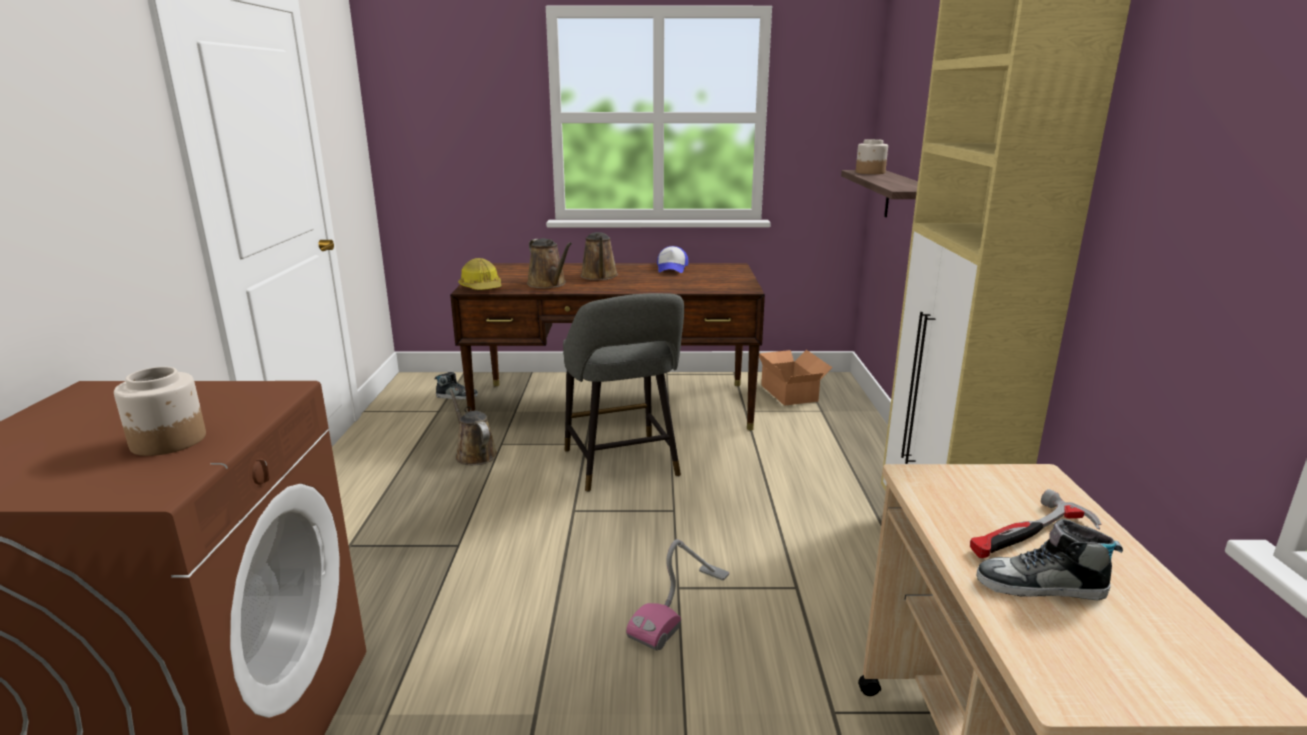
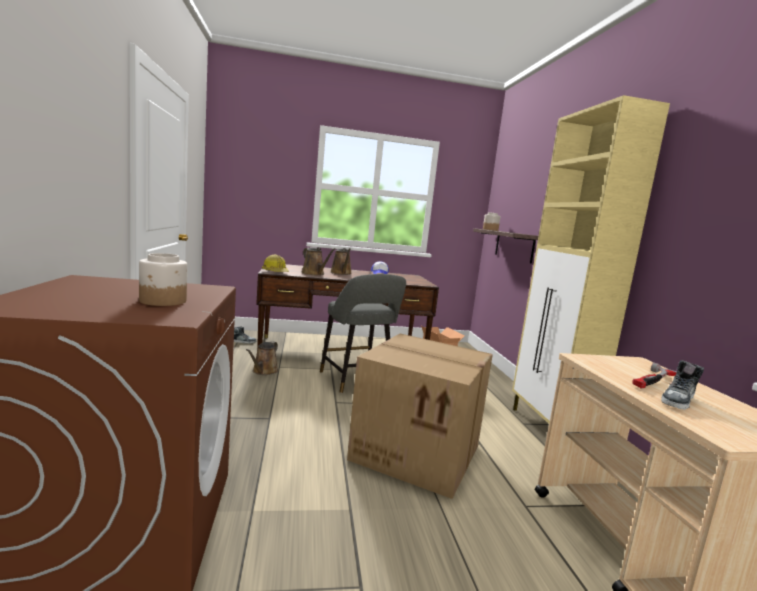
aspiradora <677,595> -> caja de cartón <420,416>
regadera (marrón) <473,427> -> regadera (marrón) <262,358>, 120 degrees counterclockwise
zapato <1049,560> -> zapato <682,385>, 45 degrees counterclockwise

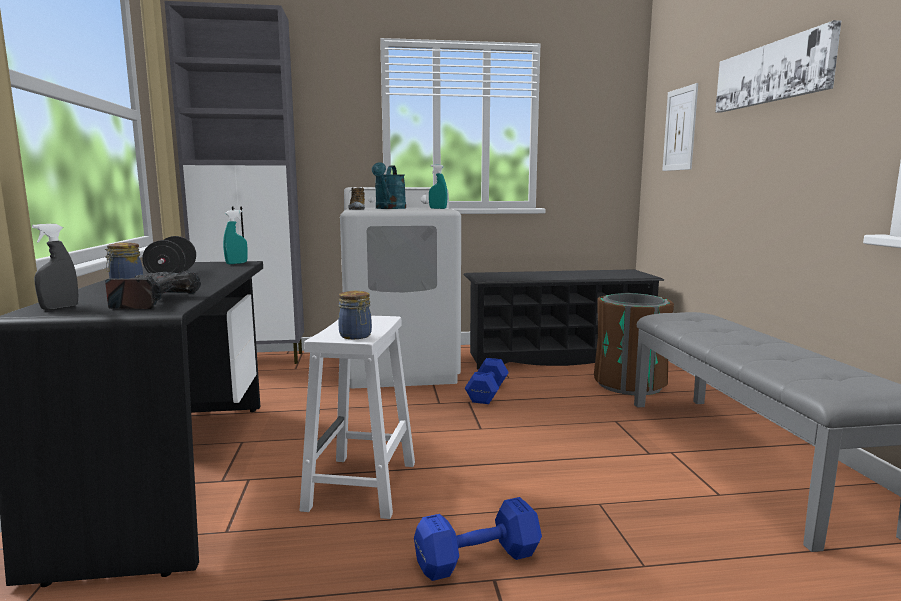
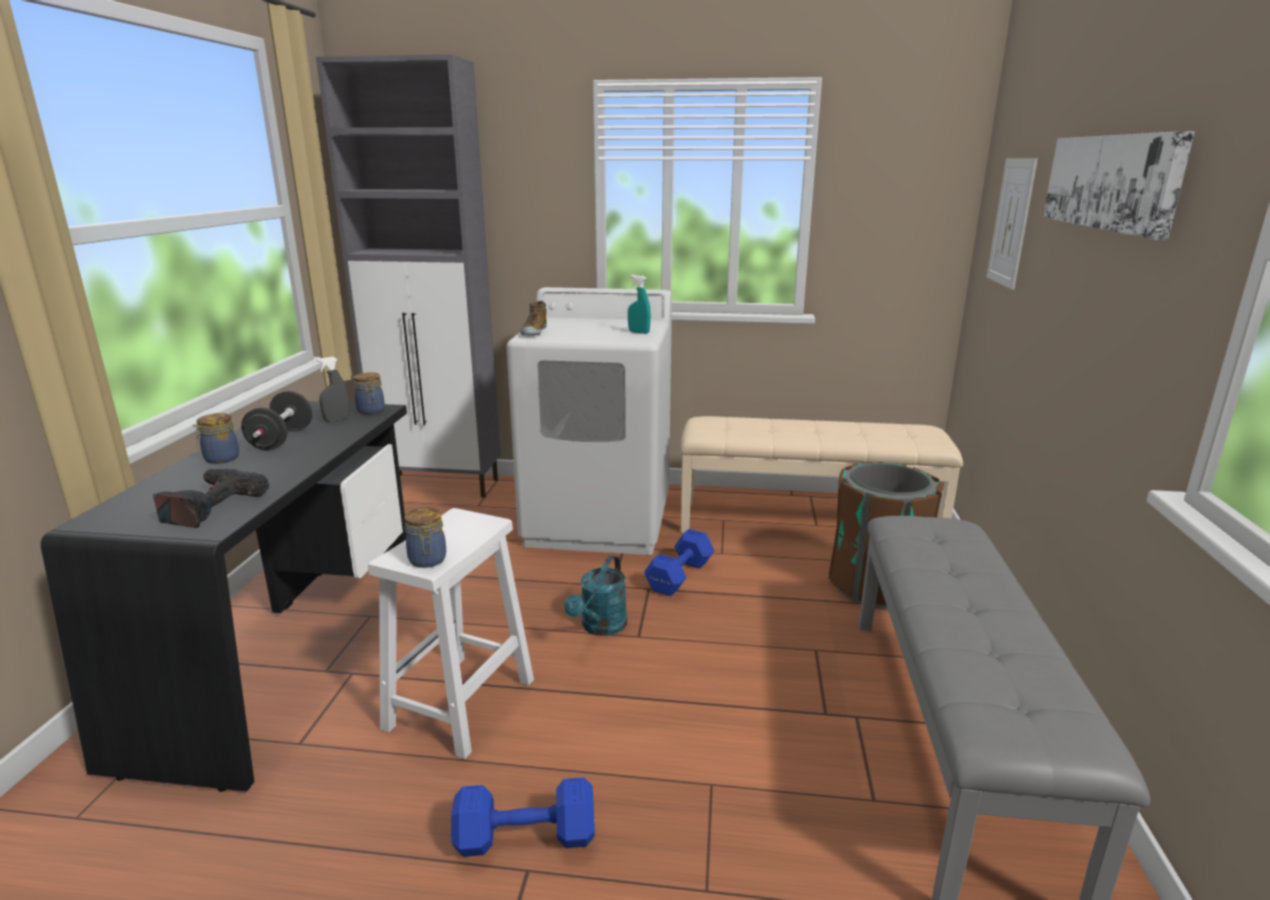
pulverizador (gris) <55,267> -> pulverizador (gris) <333,389>, shifted
regadera (turquesa) <389,185> -> regadera (turquesa) <595,595>, shifted
pulverizador (turquesa) <235,237> -> tarro <369,393>
zapatero (negro) <564,319> -> banco (beis) <822,474>

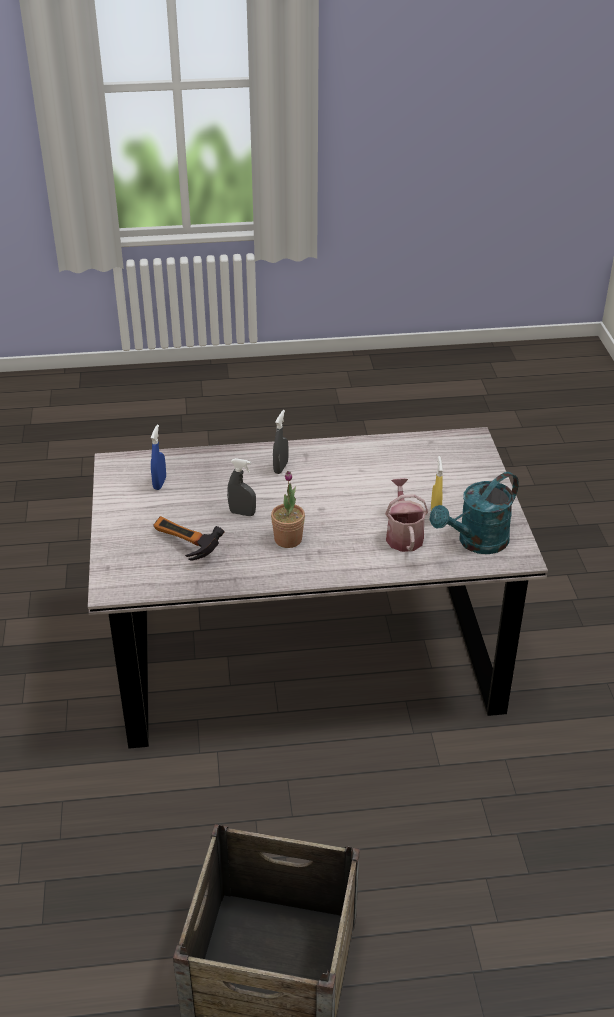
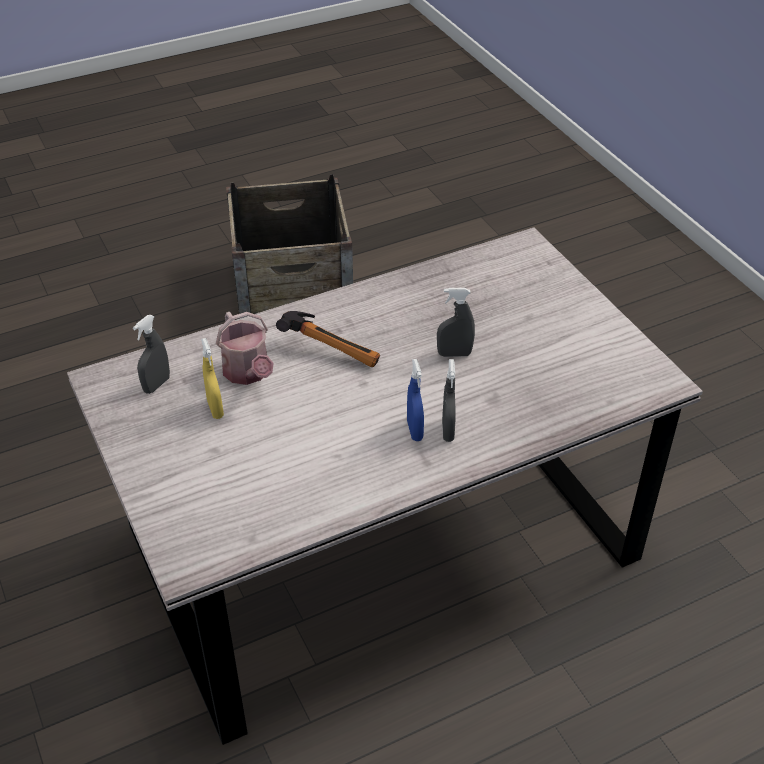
planta en maceta <288,509> -> none
pulverizador (azul) <158,457> -> pulverizador (azul) <415,400>, shifted
martillo <189,538> -> martillo <328,339>, shifted
regadera (turquesa) <474,513> -> pulverizador (gris) <151,354>

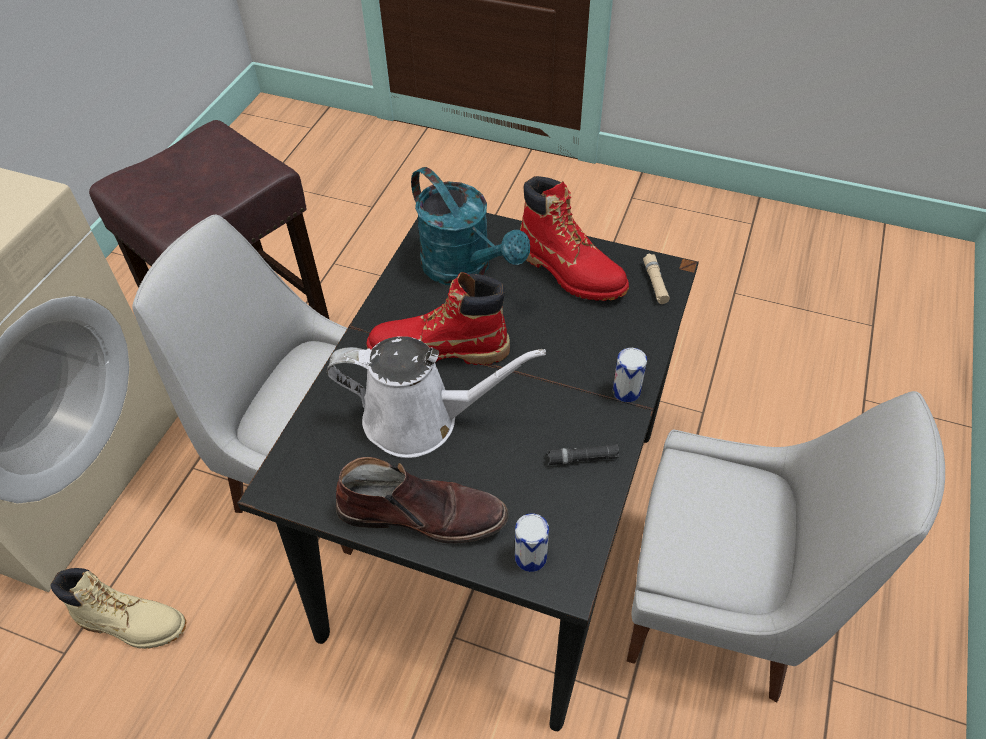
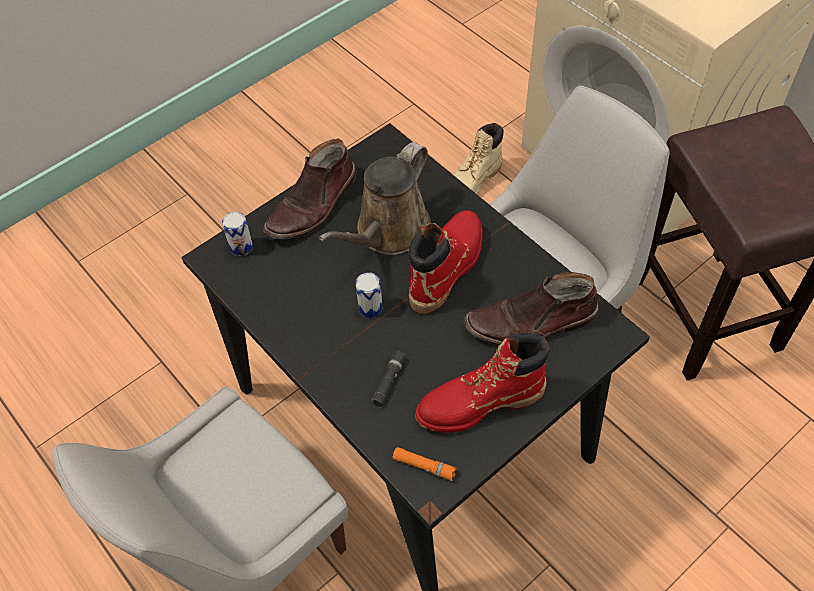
linterna (negro) <583,454> -> linterna (negro) <388,378>, shifted
lata <630,375> -> lata <369,295>, shifted
regadera (turquesa) <470,226> -> bota (marrón) <531,309>
regadera (blanco) <436,397> -> regadera (marrón) <375,198>
linterna (beis) <656,279> -> linterna (naranja) <424,464>

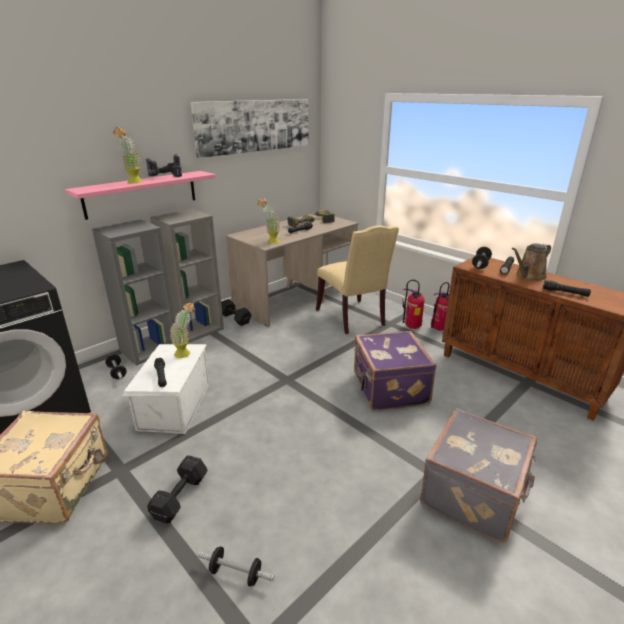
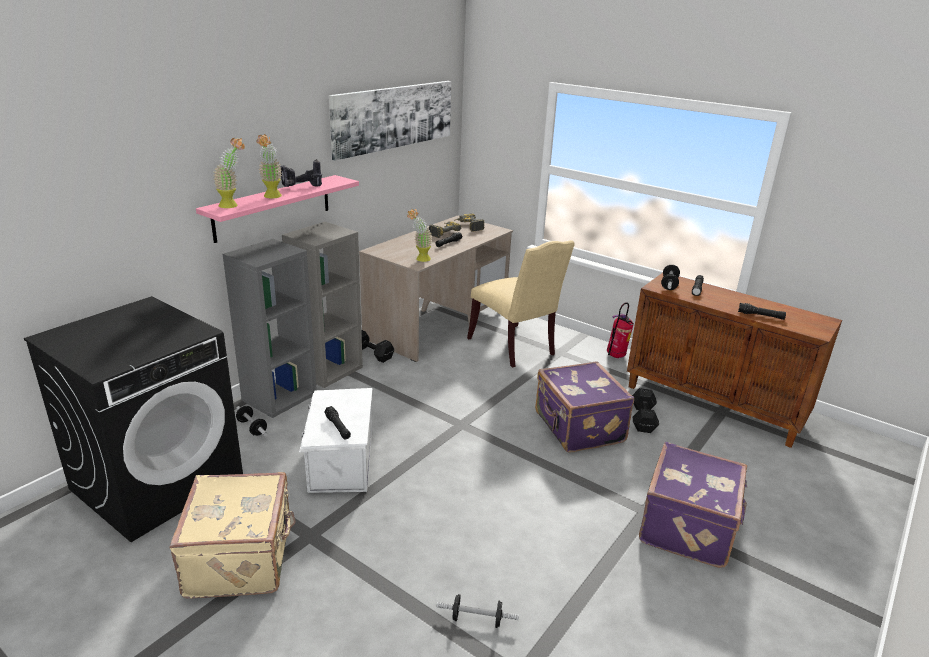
extintor <413,304> -> none
regadera (marrón) <531,261> -> none
mancuerna (negro) <177,489> -> mancuerna (negro) <645,410>, shifted
planta en maceta <182,330> -> planta en maceta <229,173>, shifted
maleta (gris) <478,475> -> maleta (morado) <693,505>

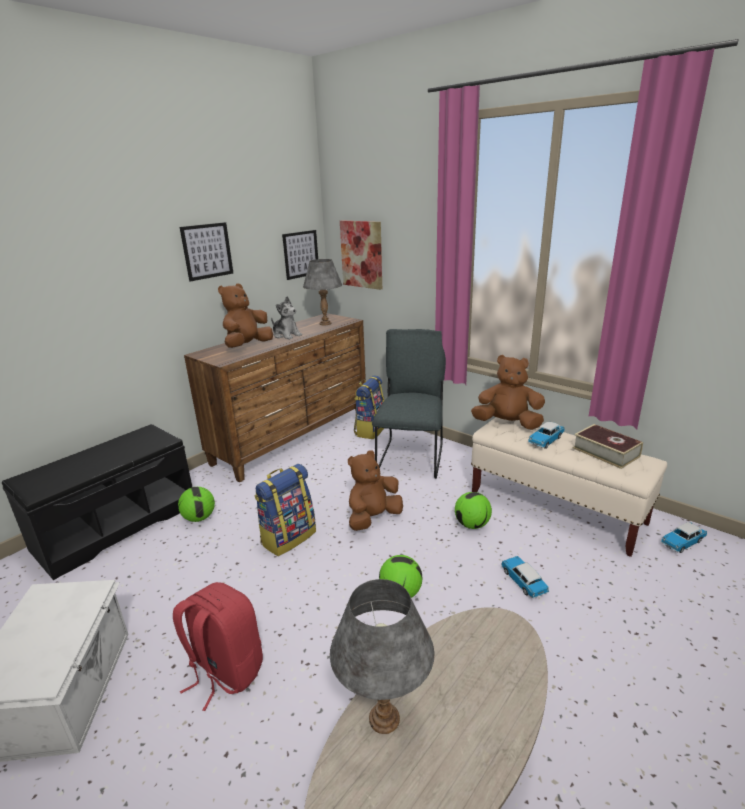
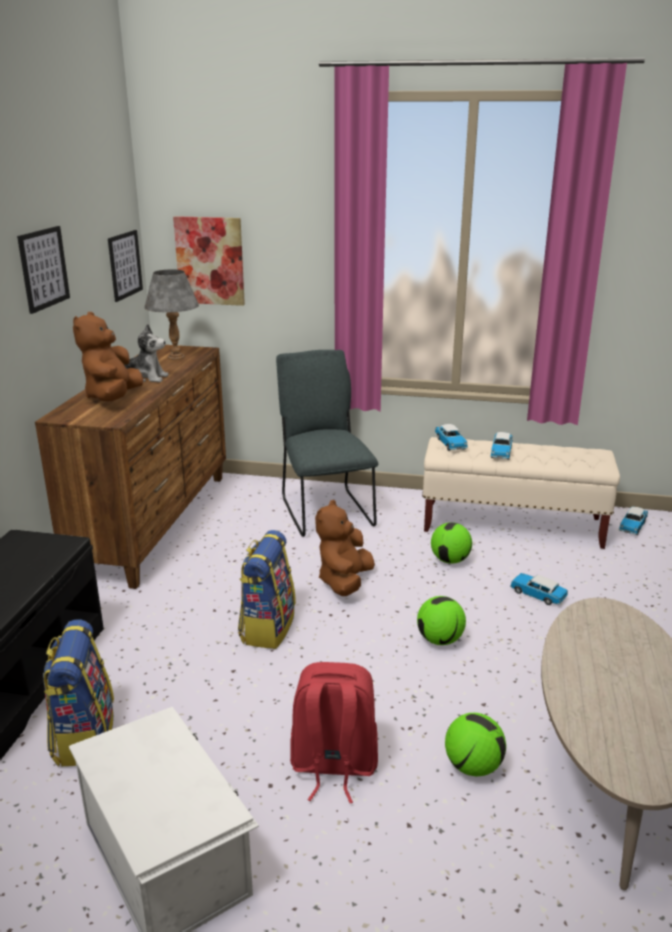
lámpara de mesa (gris) <382,656> -> none
libro <608,446> -> none
balón de fútbol <196,504> -> balón de fútbol <475,745>, shifted
mochila <369,407> -> mochila <78,693>, shifted
peluche (marrón) <508,392> -> coche de juguete <451,437>

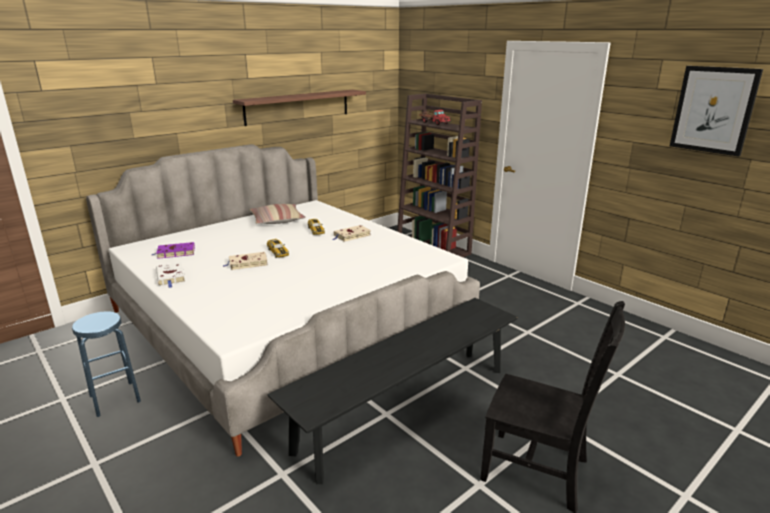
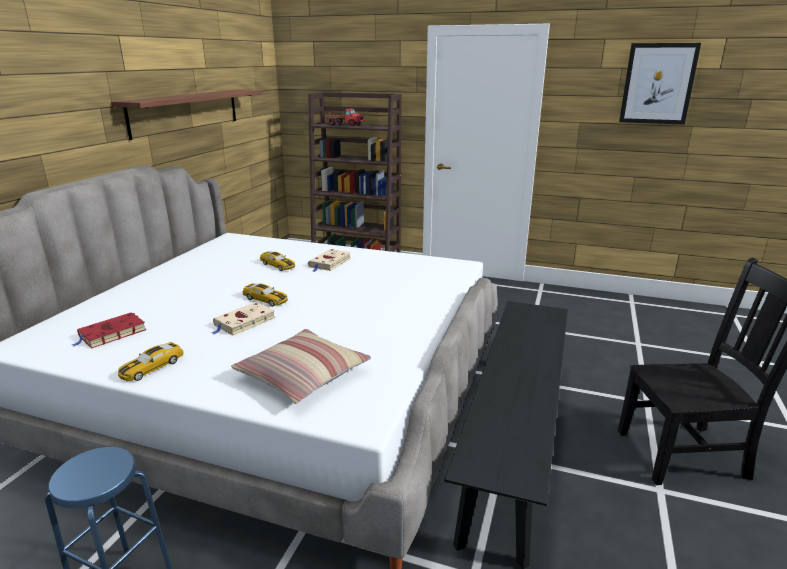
cojín <277,214> -> cojín <301,366>, shifted
libro (blanco) <170,275> -> coche de juguete <151,361>
libro (morado) <173,250> -> libro (rojo) <109,330>

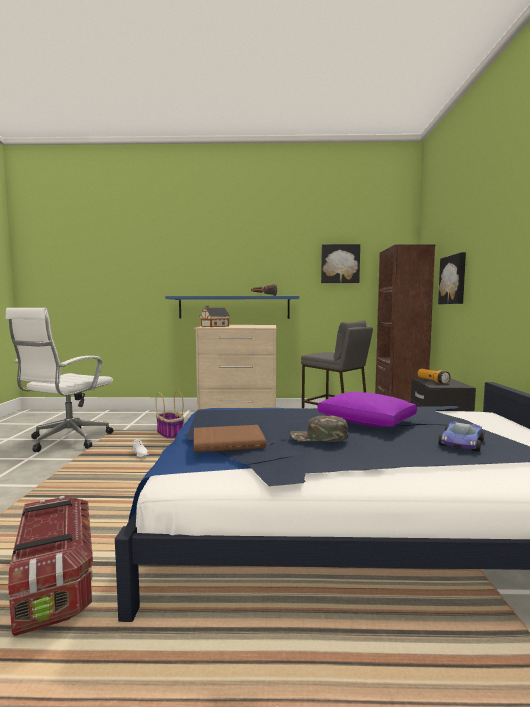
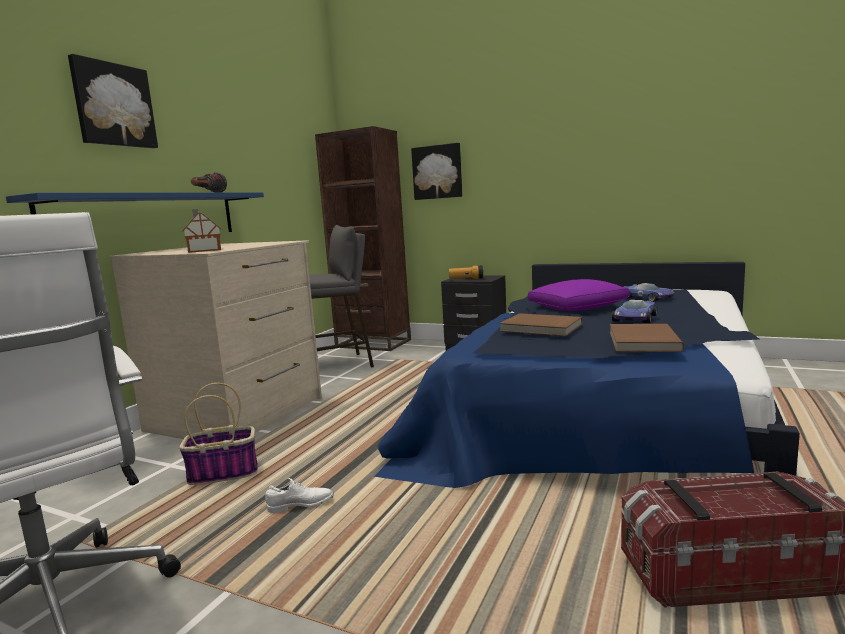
none -> libro (marrón) <540,324>
cuadro <340,263> -> cuadro <113,101>, shifted
gorra (verde) <319,428> -> coche de juguete <634,311>

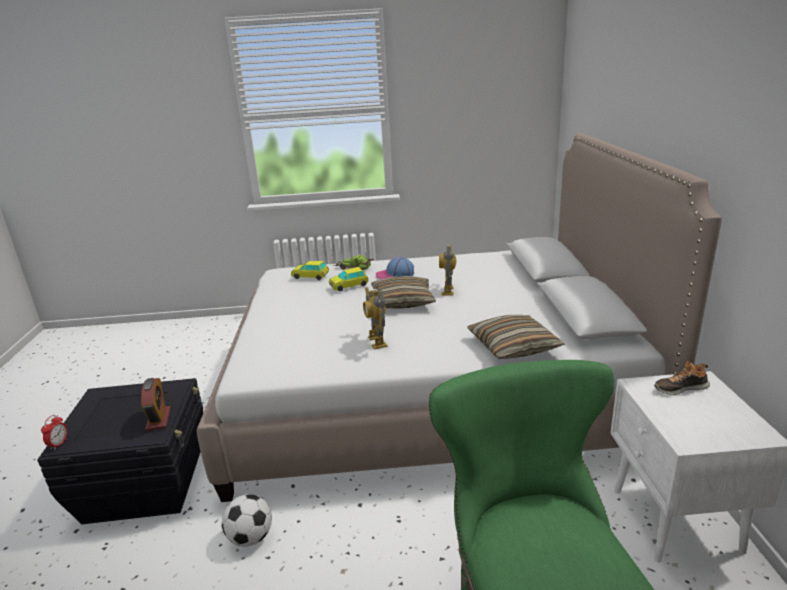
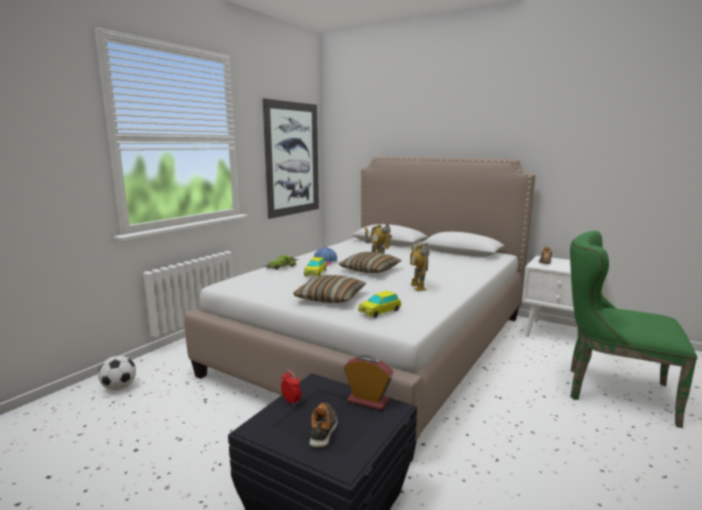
none -> cuadro <291,158>
none -> zapato <323,425>
despertador <54,432> -> despertador <291,388>, shifted
balón de fútbol <247,520> -> balón de fútbol <117,372>, shifted
coche de juguete <310,270> -> coche de juguete <379,304>, shifted
cojín <516,337> -> cojín <329,289>, shifted
robot de juguete <375,318> -> robot de juguete <419,267>, 60 degrees clockwise

